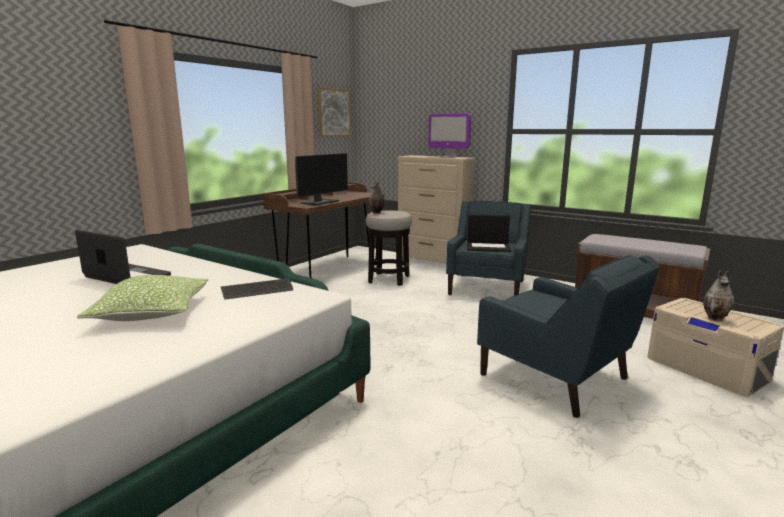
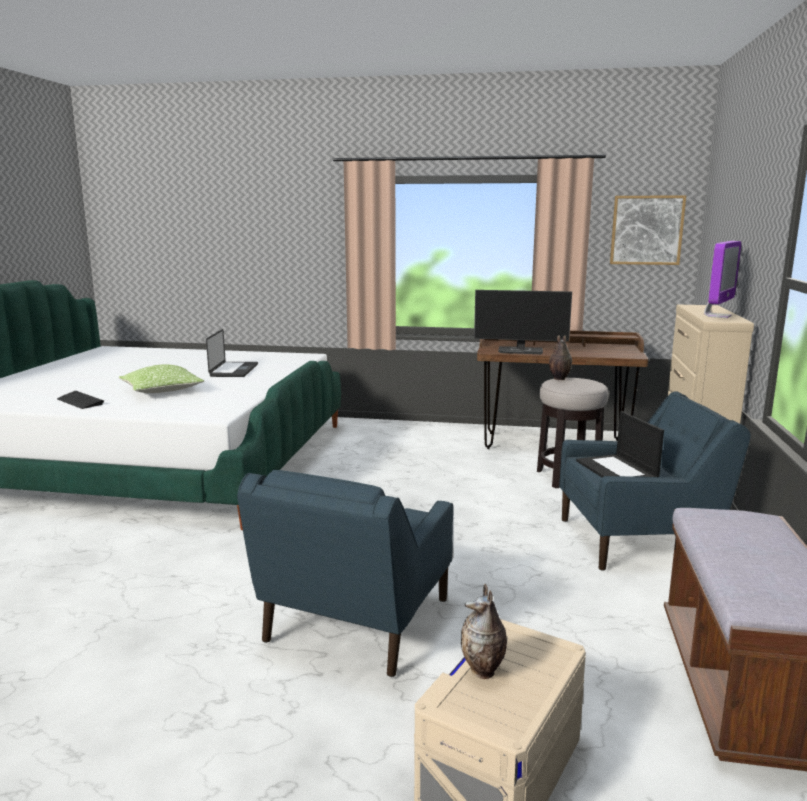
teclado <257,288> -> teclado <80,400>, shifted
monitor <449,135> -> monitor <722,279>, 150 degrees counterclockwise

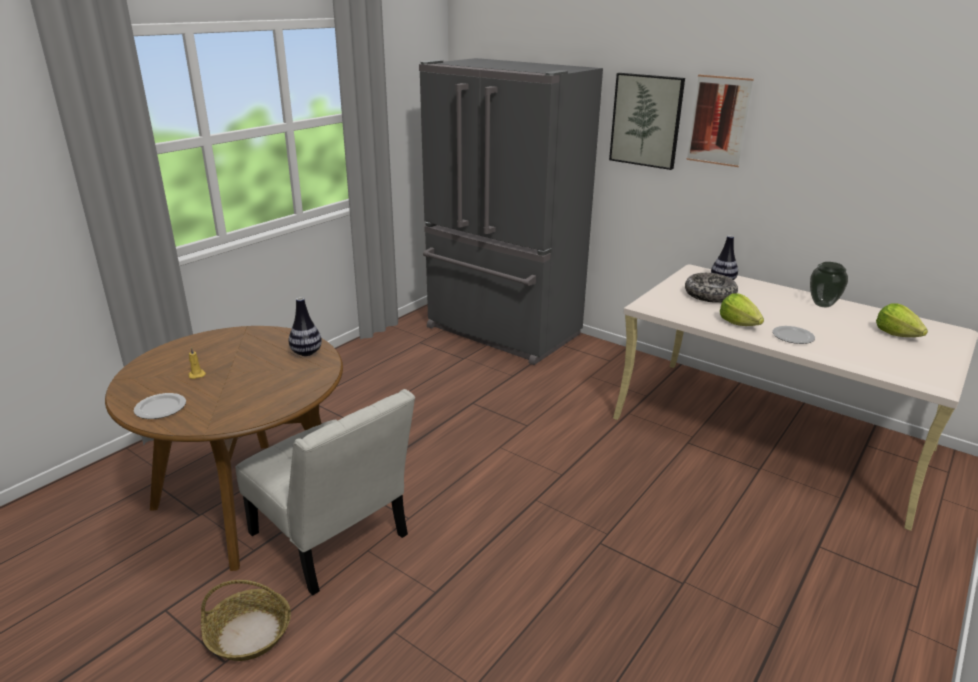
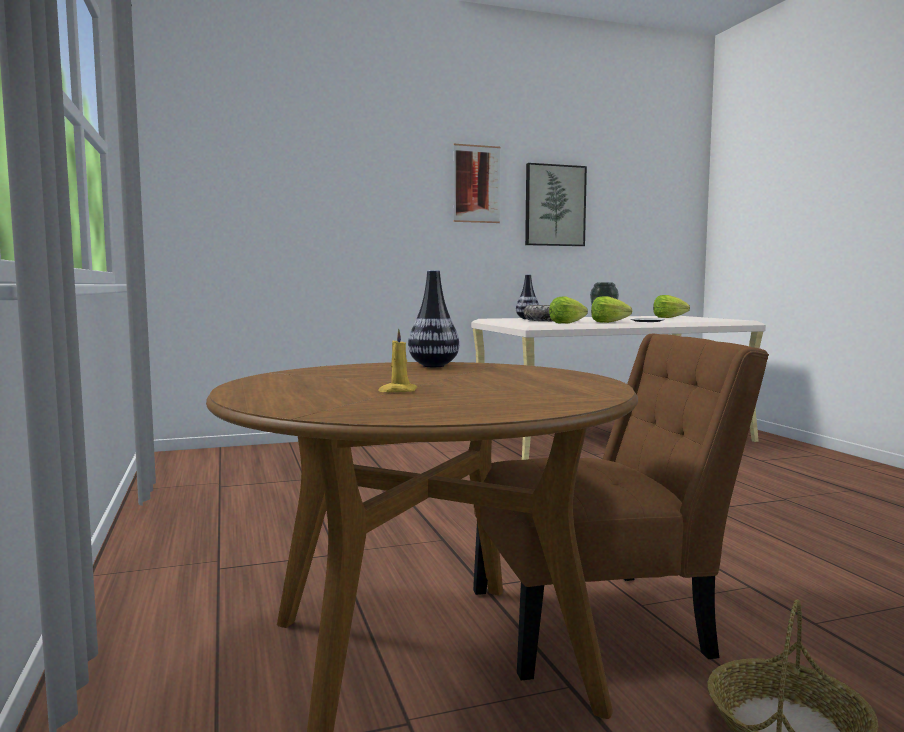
plato <160,406> -> none
nevera (gris) <511,211> -> none
none -> lechuga <568,310>
cuadro <647,121> -> cuadro <556,204>, shifted
silla (blanco) <325,492> -> silla (marrón) <621,507>

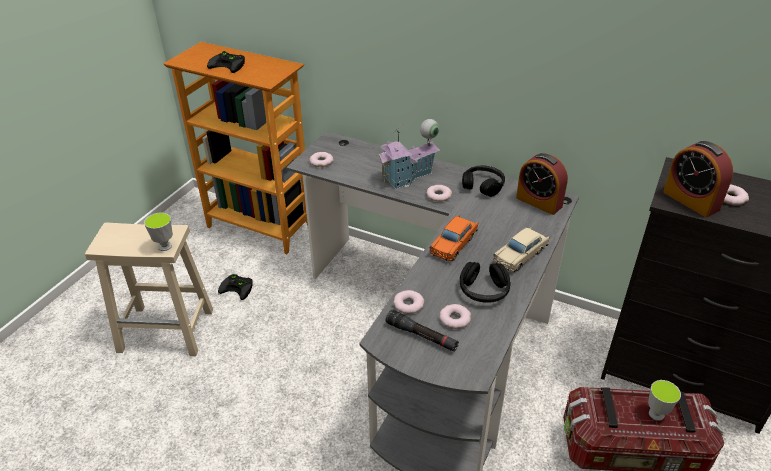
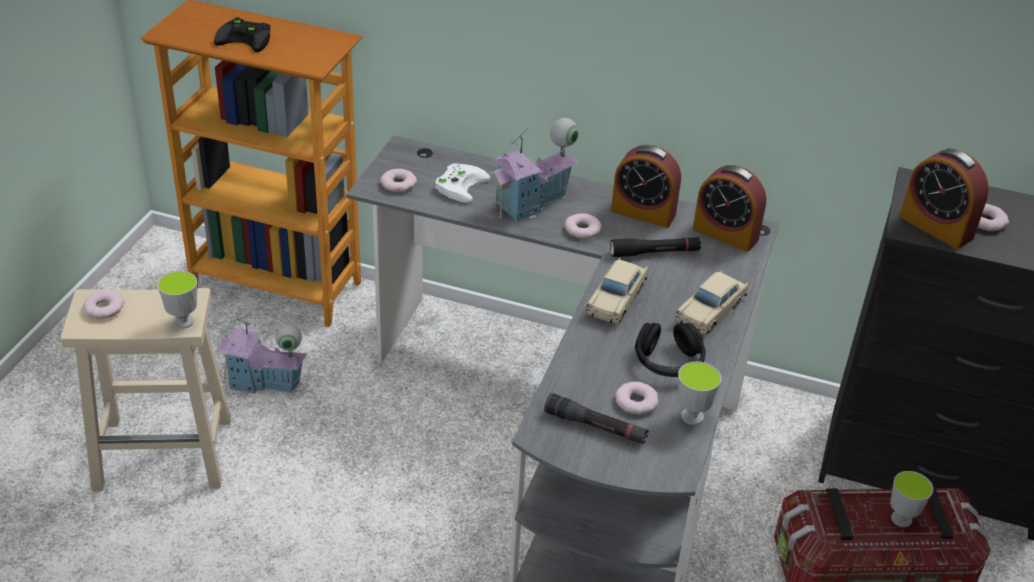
none -> mando de consola (blanco) <462,183>
none -> linterna (negro) <655,247>
none -> taza <699,393>
rosquilla <408,302> -> rosquilla <103,304>, shifted
mando de consola (negro) <235,287> -> casita <262,355>
auriculares (negro) <483,181> -> despertador <646,186>
coche de juguete (naranja) <454,238> -> coche de juguete (beis) <617,291>

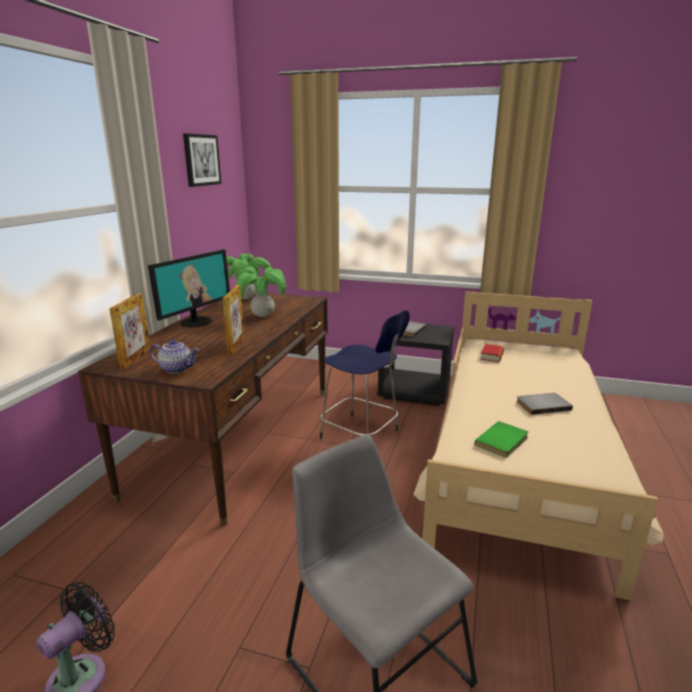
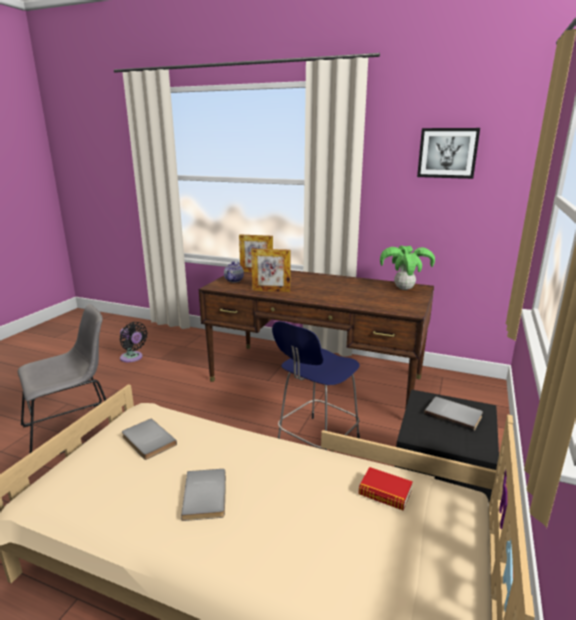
monitor <189,288> -> none
planta en maceta <261,292> -> none
libro (verde) <501,439> -> libro (gris) <149,439>

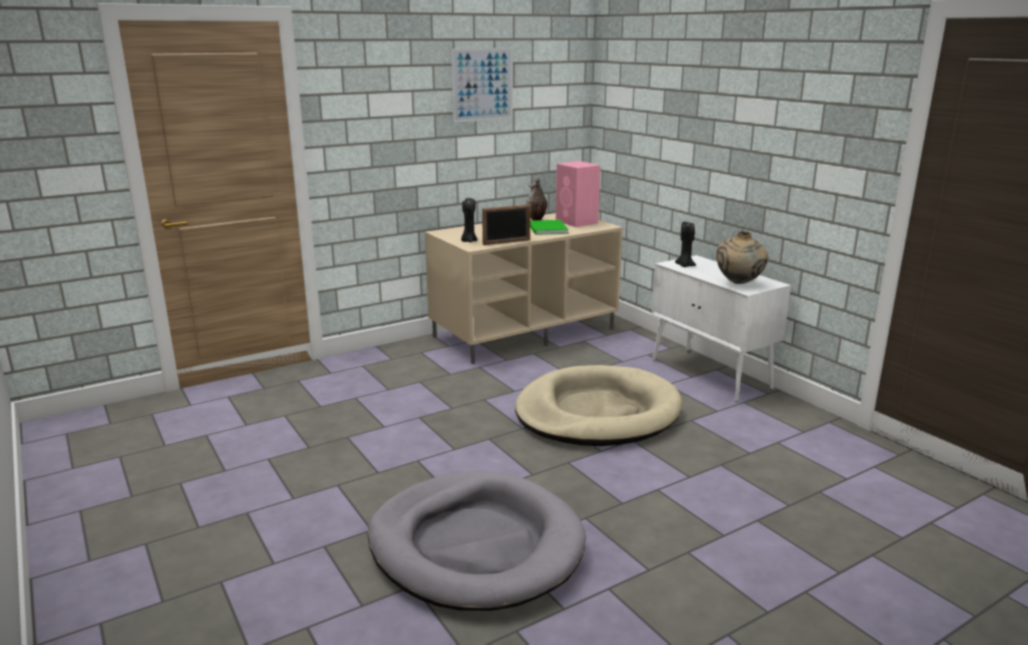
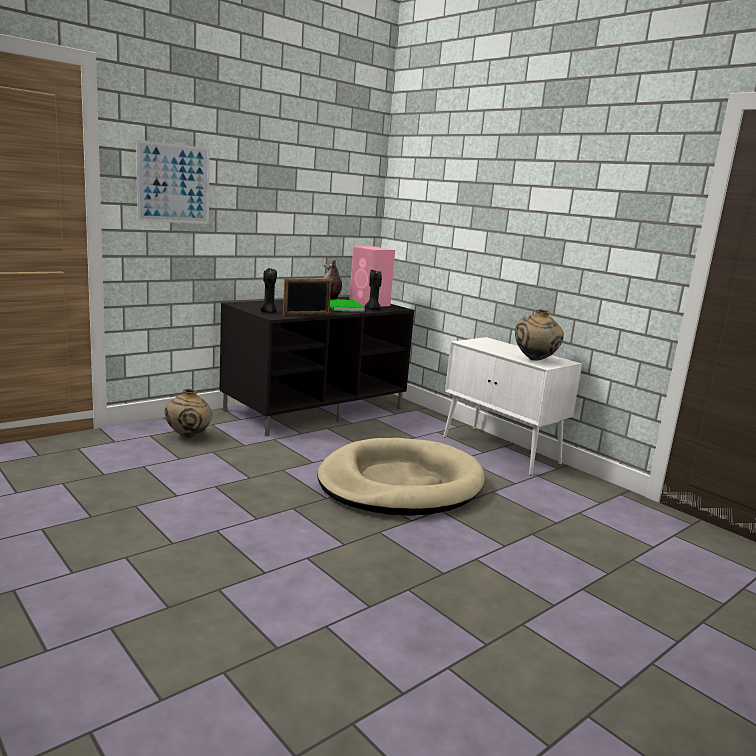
cama para perro (gris) <476,541> -> none
none -> florero (beis) <188,413>
cuadro <482,85> -> cuadro <173,182>, shifted
vela (negro) <685,244> -> vela (negro) <373,289>, shifted
mueble de televisión (beis) <524,288> -> mueble de televisión (negro) <316,367>

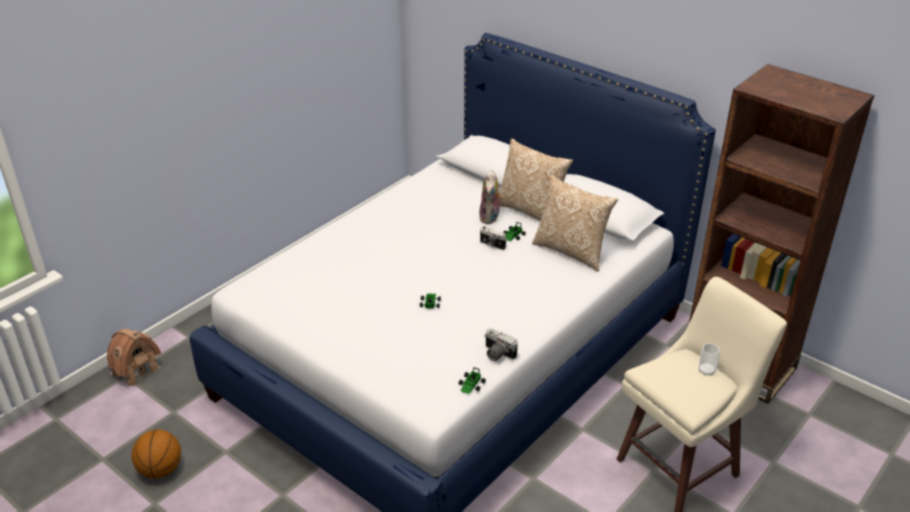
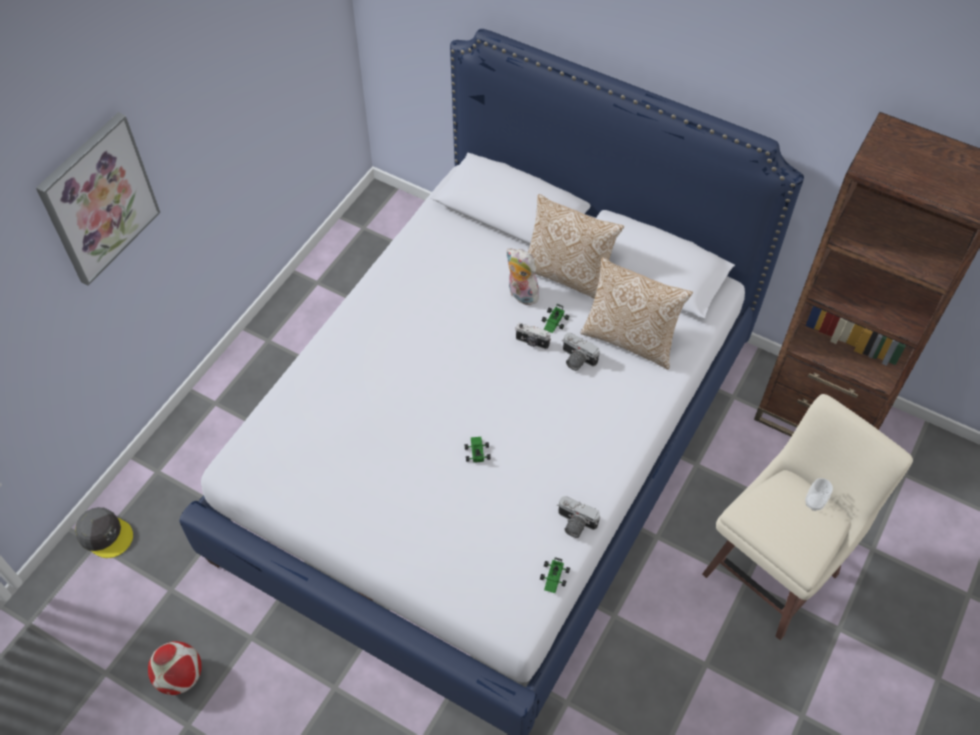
none -> cuadro <98,199>
none -> cámara <581,352>
casita <134,358> -> gorra (gris) <104,532>
balón de baloncesto <156,454> -> balón de fútbol <175,668>
peluche <491,197> -> peluche <522,276>, 135 degrees clockwise

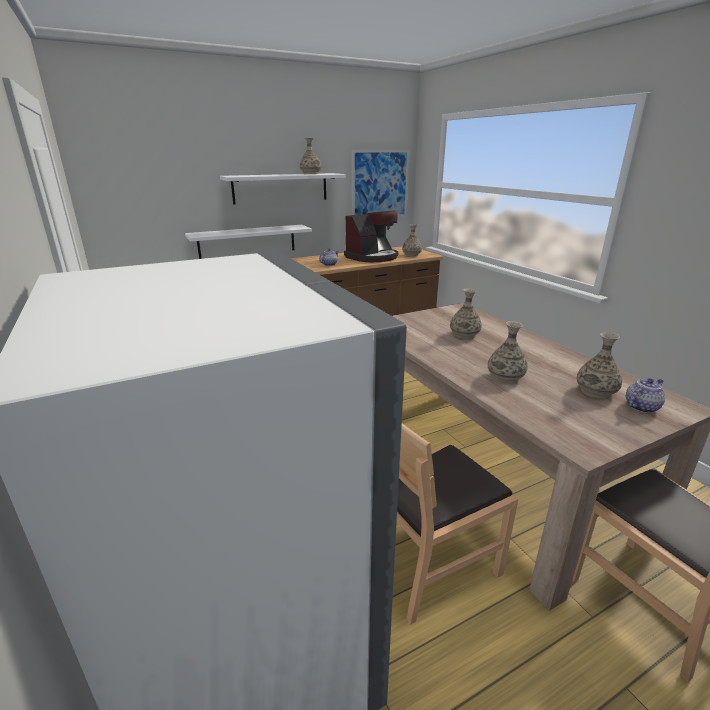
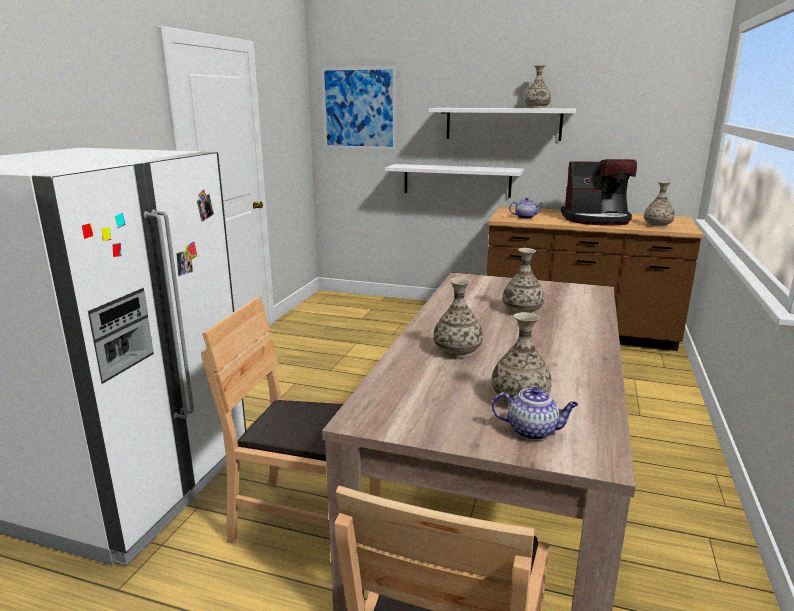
cuadro <381,183> -> cuadro <358,108>, shifted

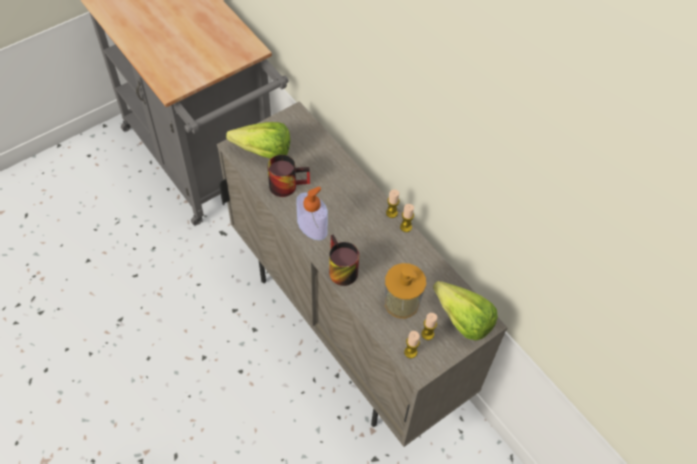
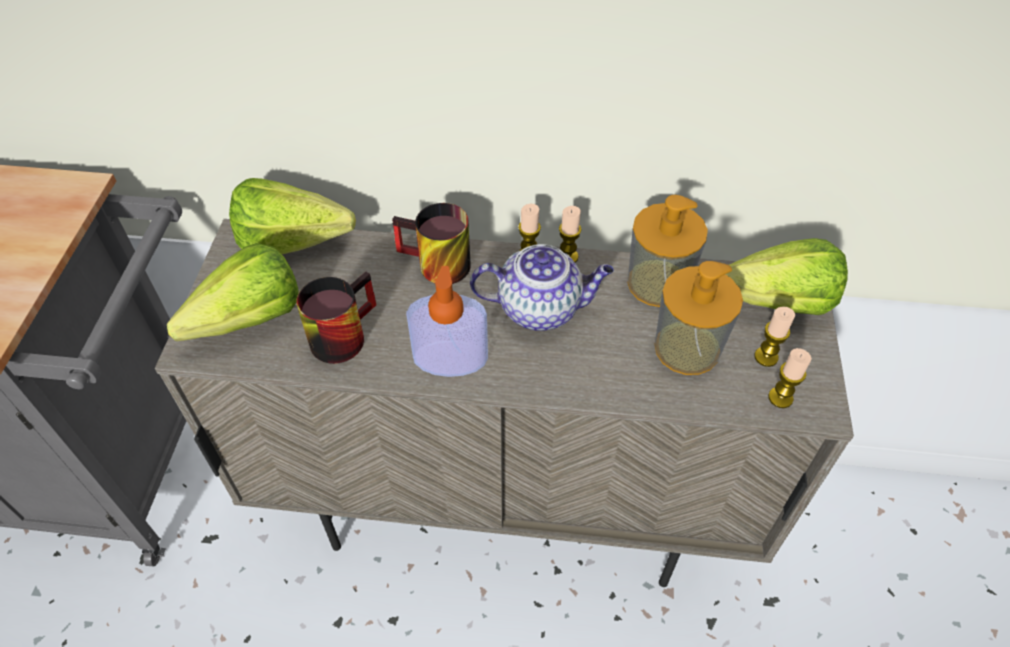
none -> lechuga <292,216>
none -> tetera <542,287>
none -> dispensador de jabón <667,251>
taza grande <344,260> -> taza grande <431,243>, shifted

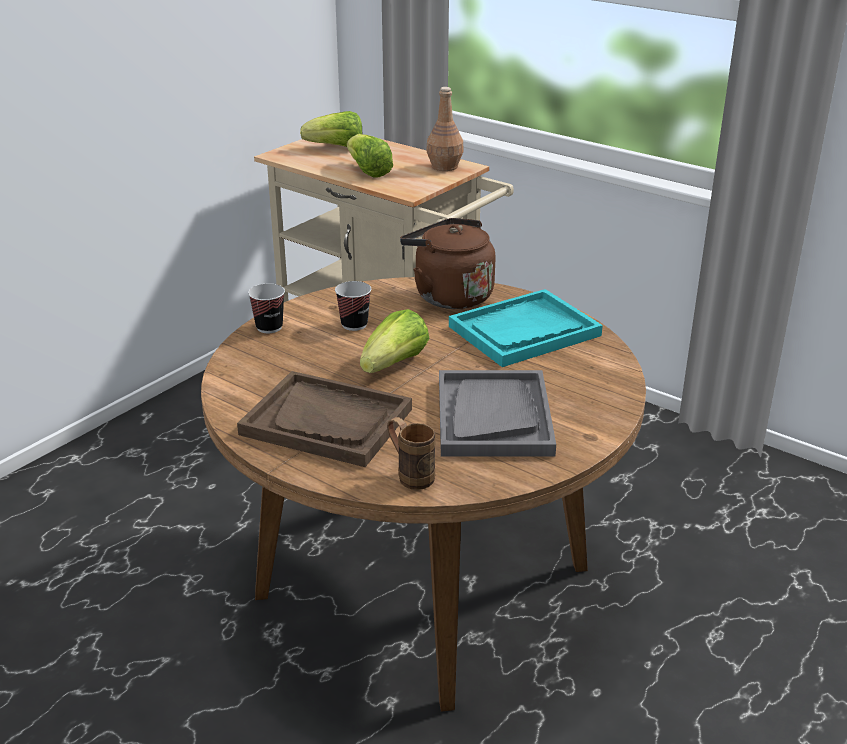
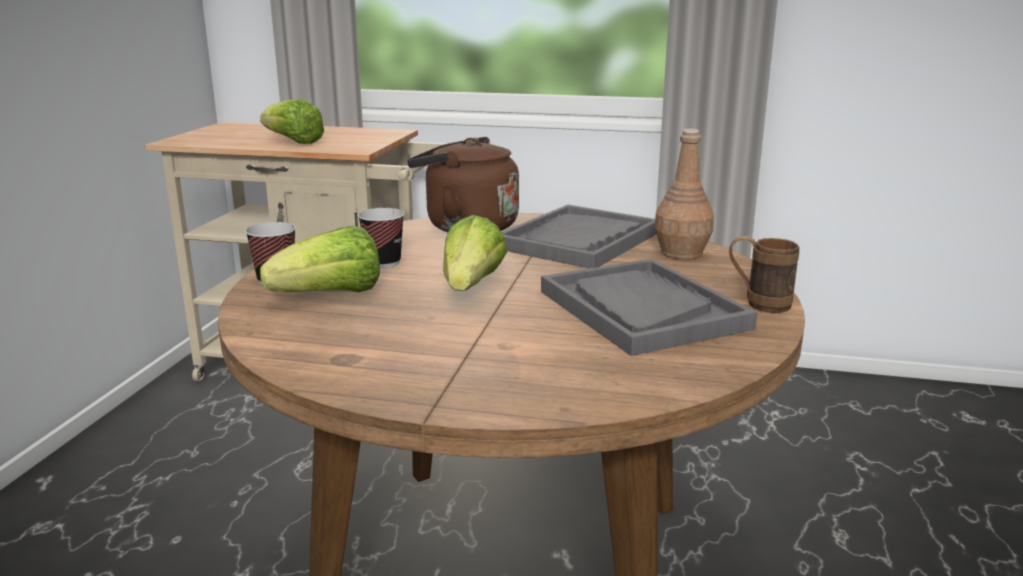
bandeja (marrón) <324,419> -> none
lechuga <331,129> -> lechuga <320,258>, shifted
taza grande (marrón) <411,453> -> taza grande (marrón) <764,274>, shifted
botella (marrón) <445,129> -> botella (marrón) <684,194>, shifted
bandeja (turquesa) <526,328> -> bandeja (gris) <578,236>

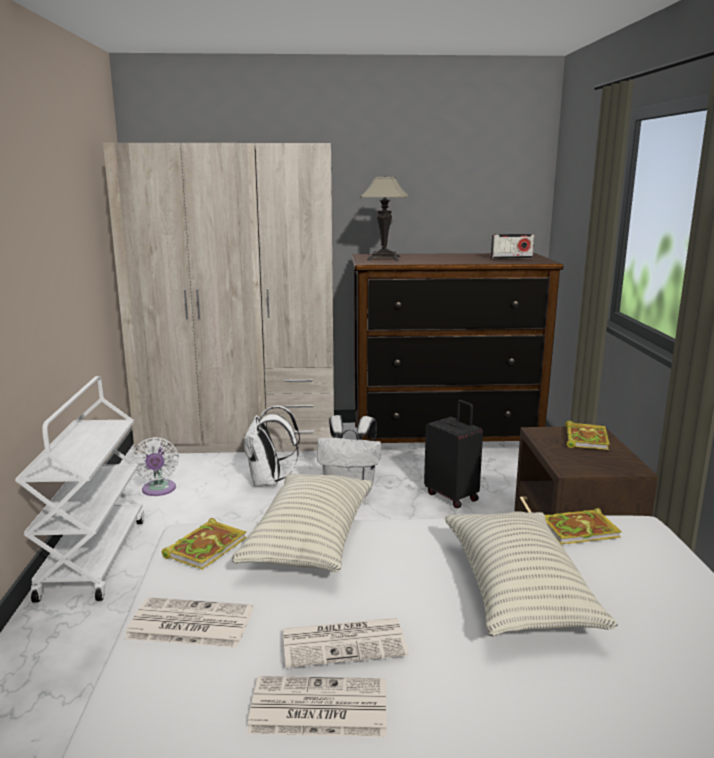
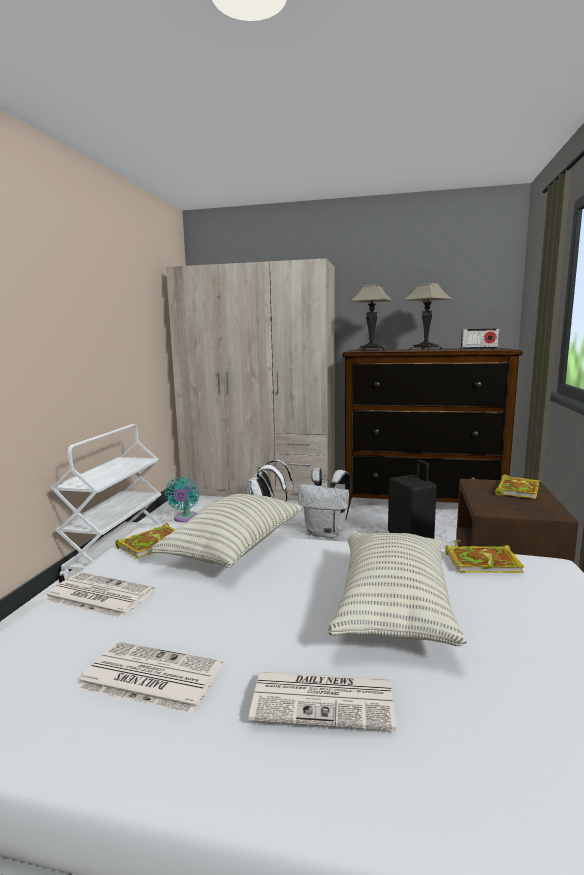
none -> lámpara de mesa <428,316>
periódico <345,643> -> periódico <322,701>, shifted
ventilador (blanco) <155,466> -> ventilador (turquesa) <182,499>

